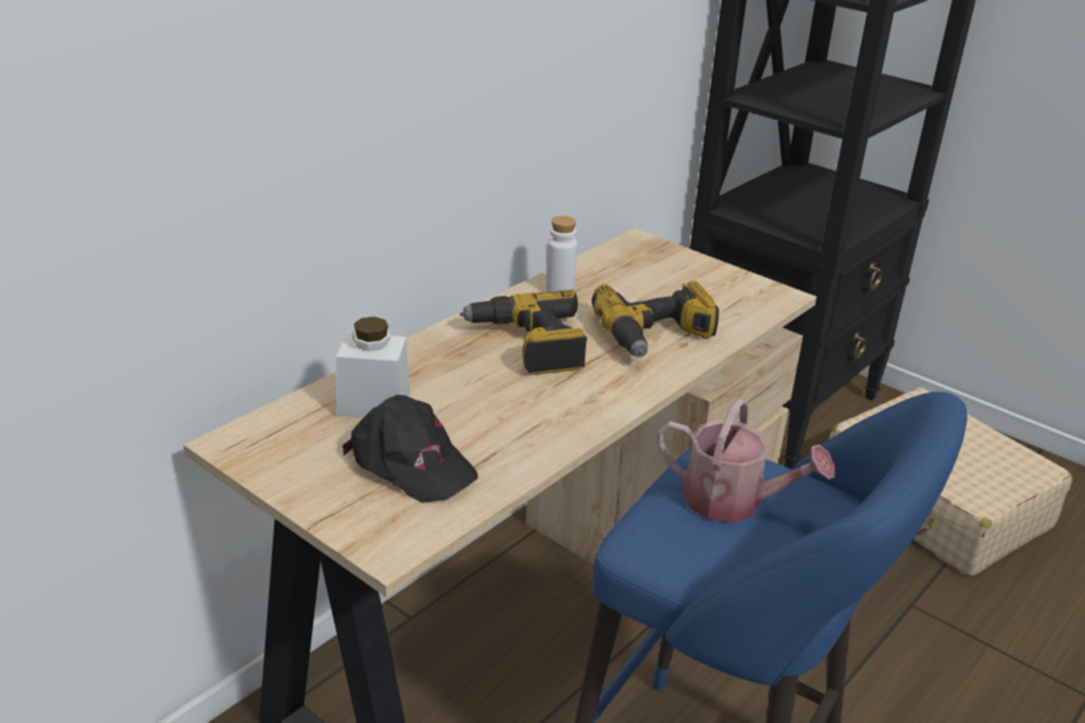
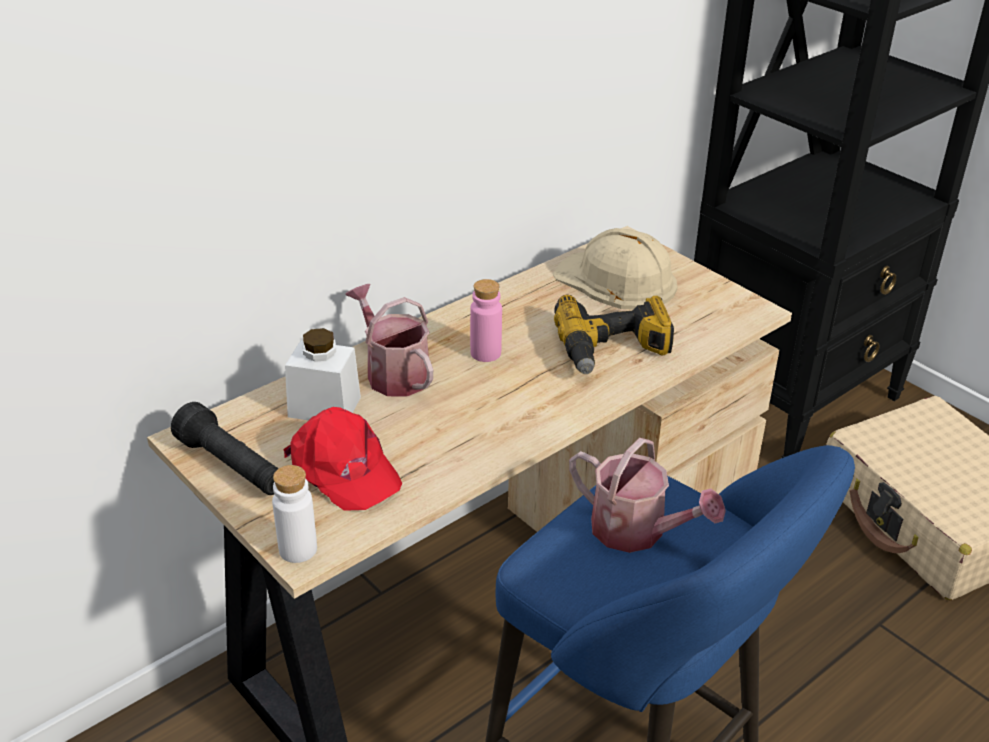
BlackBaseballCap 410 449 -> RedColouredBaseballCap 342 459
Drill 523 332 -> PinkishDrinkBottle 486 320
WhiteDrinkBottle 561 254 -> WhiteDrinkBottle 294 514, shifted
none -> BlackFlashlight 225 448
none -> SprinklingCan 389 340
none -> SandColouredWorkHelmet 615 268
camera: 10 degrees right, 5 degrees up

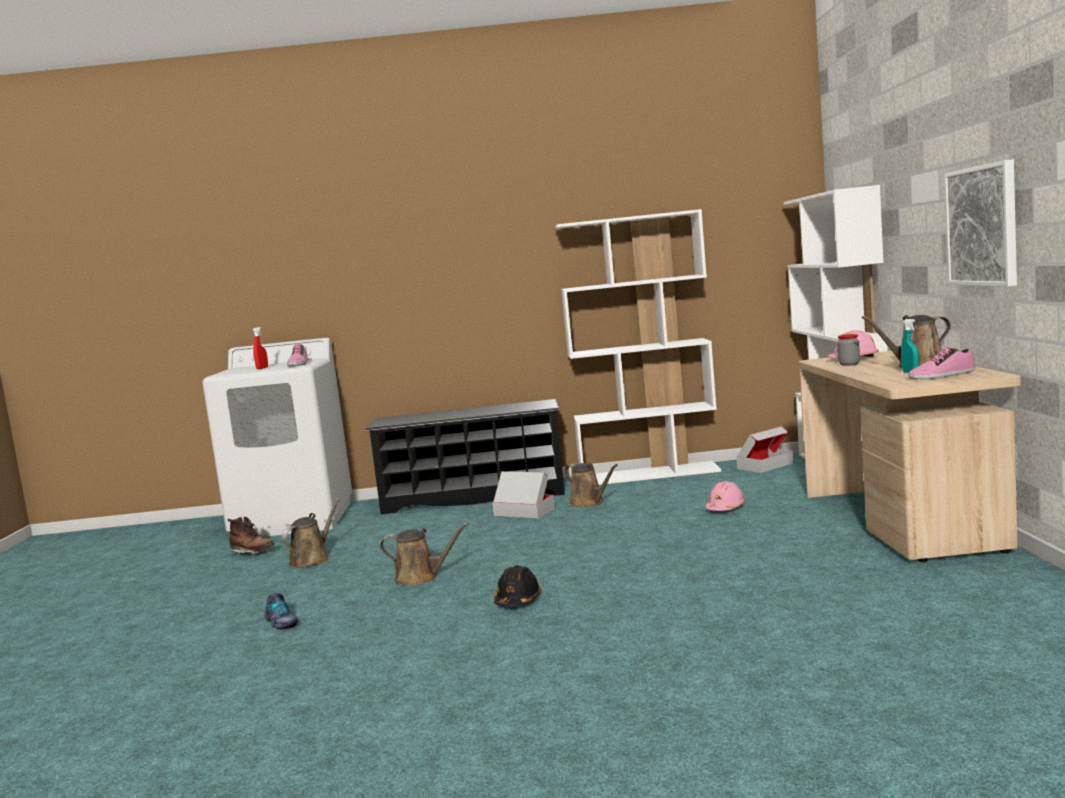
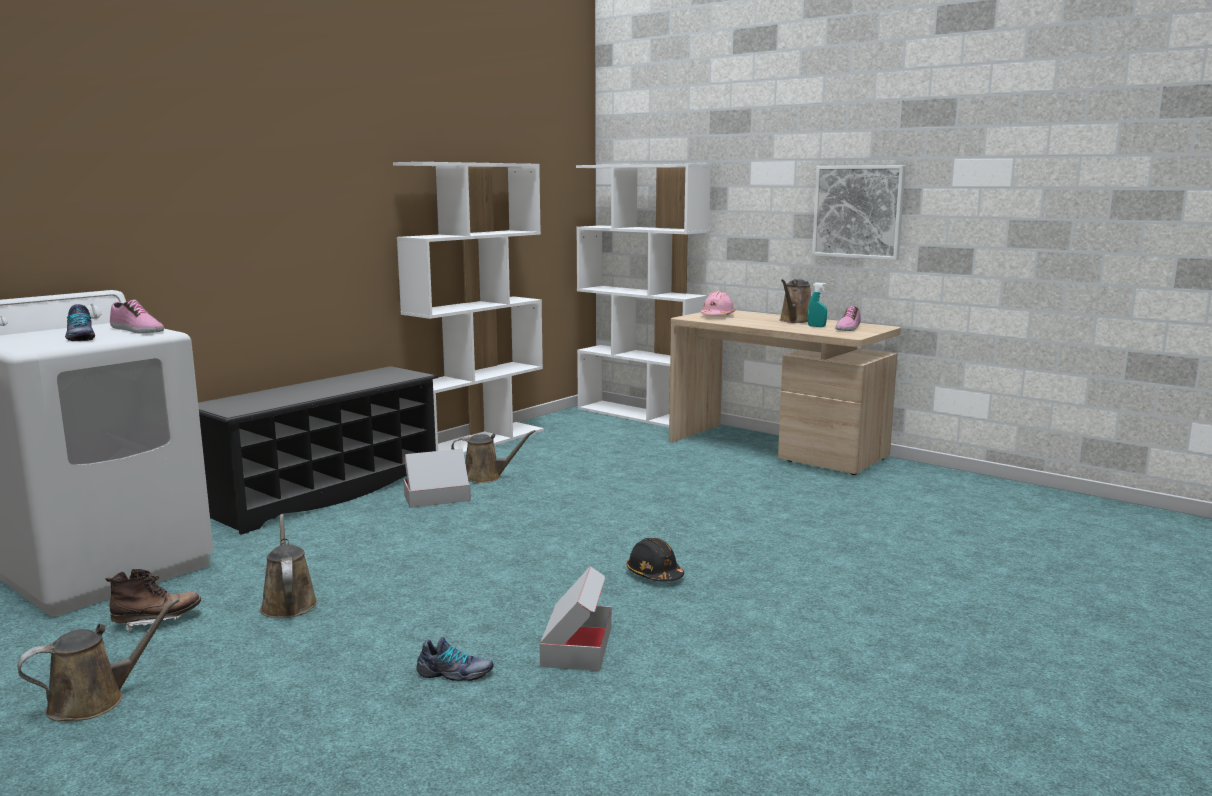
RedColouredSprayer 260 348 -> LowShoe 80 322
BrownishSprinklingCan 424 554 -> BrownishSprinklingCan 98 659, shifted
PinkishWorkHelmet 725 496 -> none
PackingBox 764 449 -> PackingBox 575 618, shifted
PreserveJar 848 350 -> none
camera: 50 degrees left, 5 degrees up

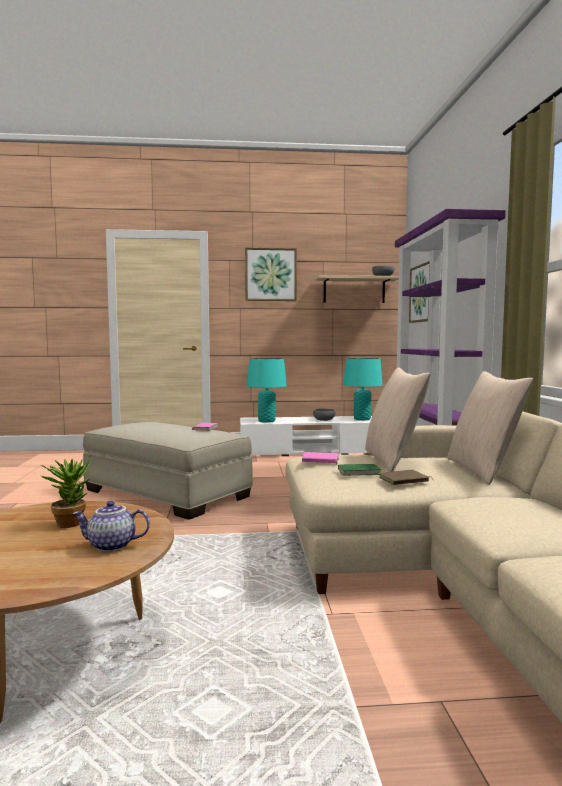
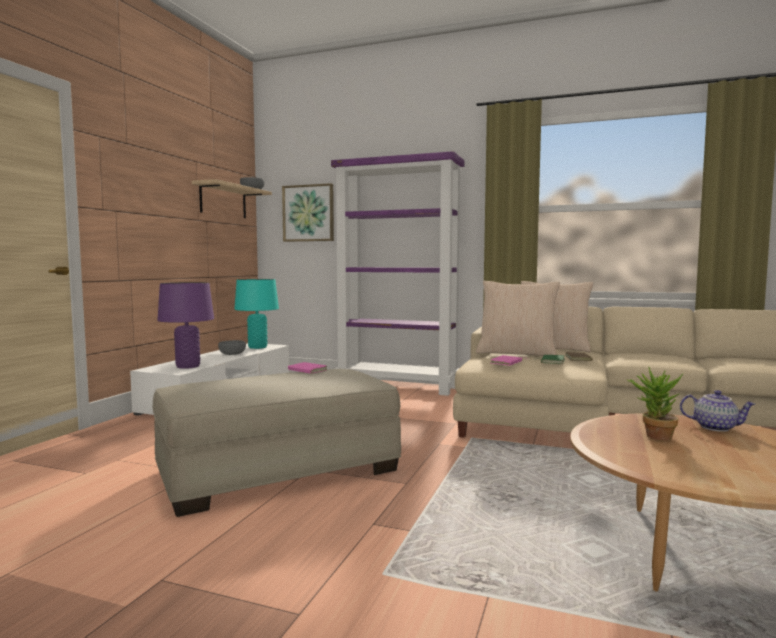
PotForTea 111 526 -> PotForTea 717 411, 90 degrees counterclockwise
WallPicture 271 274 -> none
BlueGreenLampForATable 267 390 -> PurpleLampForATable 185 325
camera: 65 degrees left, 0 degrees up

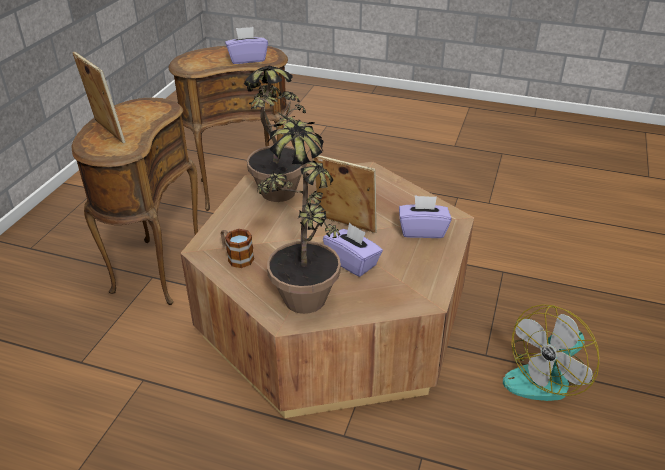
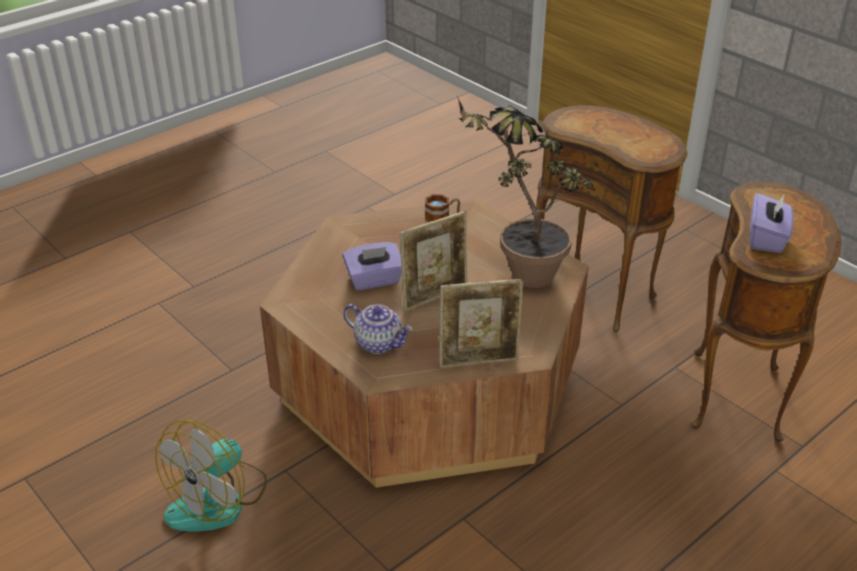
StandingFrame 99 97 -> StandingFrame 481 323, shifted
Houseplant 299 206 -> none
PurpleBoxOfTissues 425 216 -> PotForTea 378 329
CoolingFan 551 352 -> CoolingFan 211 476, 135 degrees counterclockwise
camera: 120 degrees right, 0 degrees up

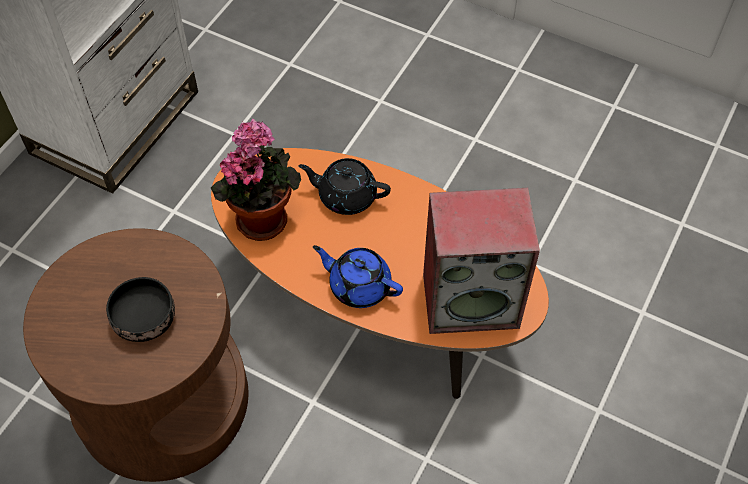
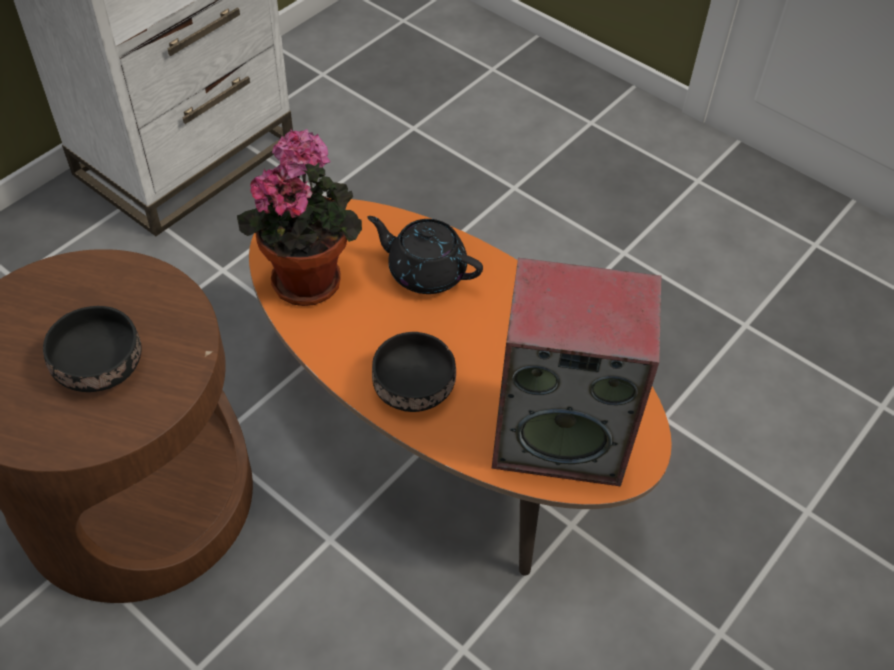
BluishPotForTea 358 276 -> BlackServingBowl 414 372
camera: 10 degrees right, 5 degrees down

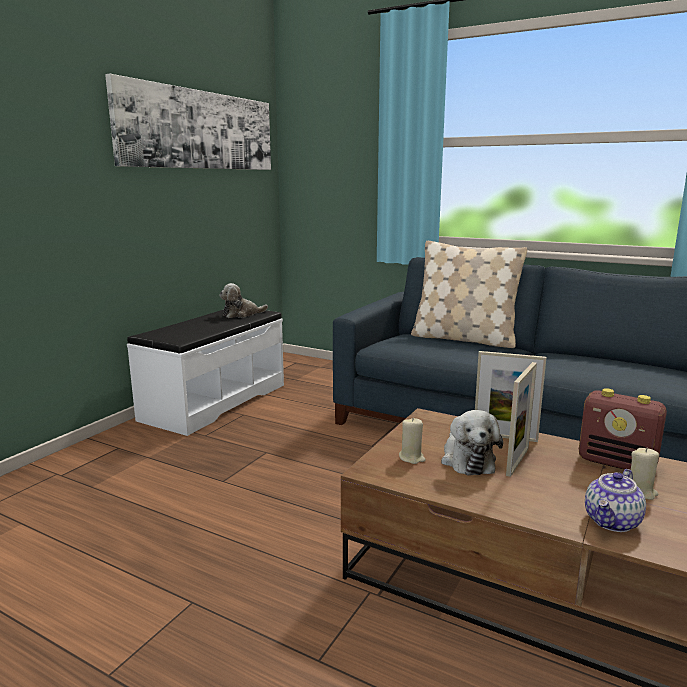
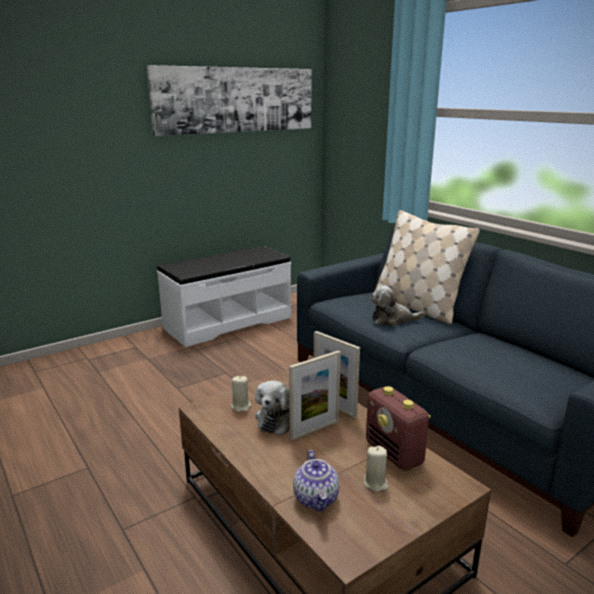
PlushToy 243 300 -> PlushToy 397 306, shifted
PotForTea 615 500 -> PotForTea 316 481, 75 degrees counterclockwise
camera: 25 degrees right, 5 degrees up

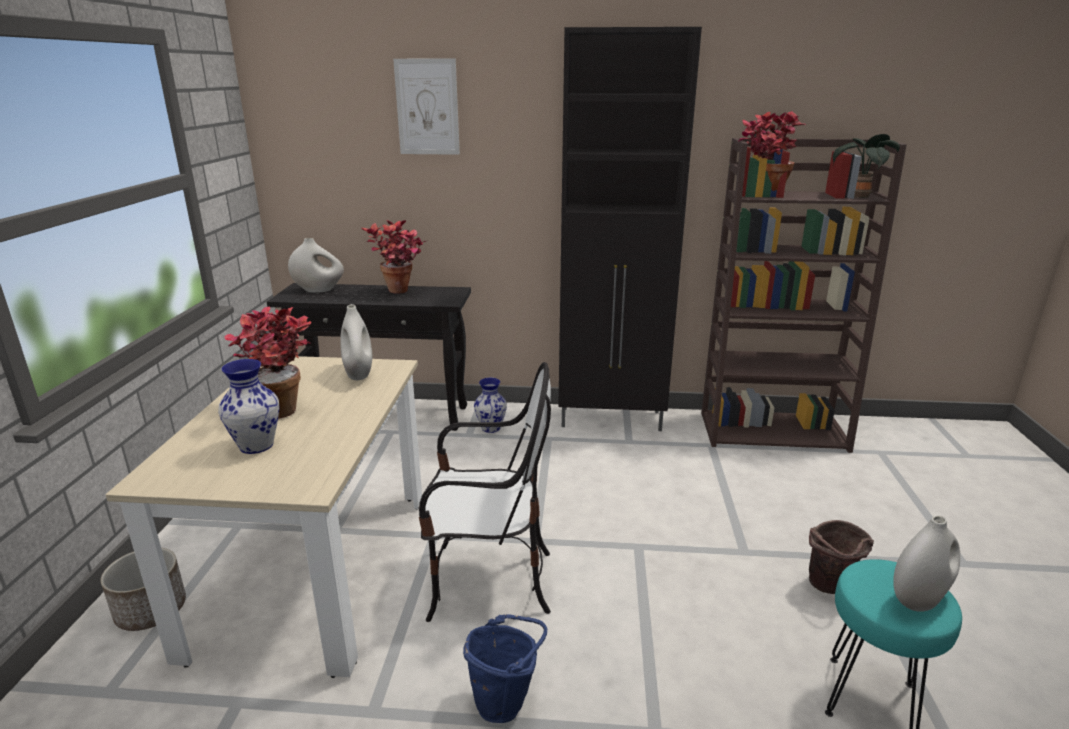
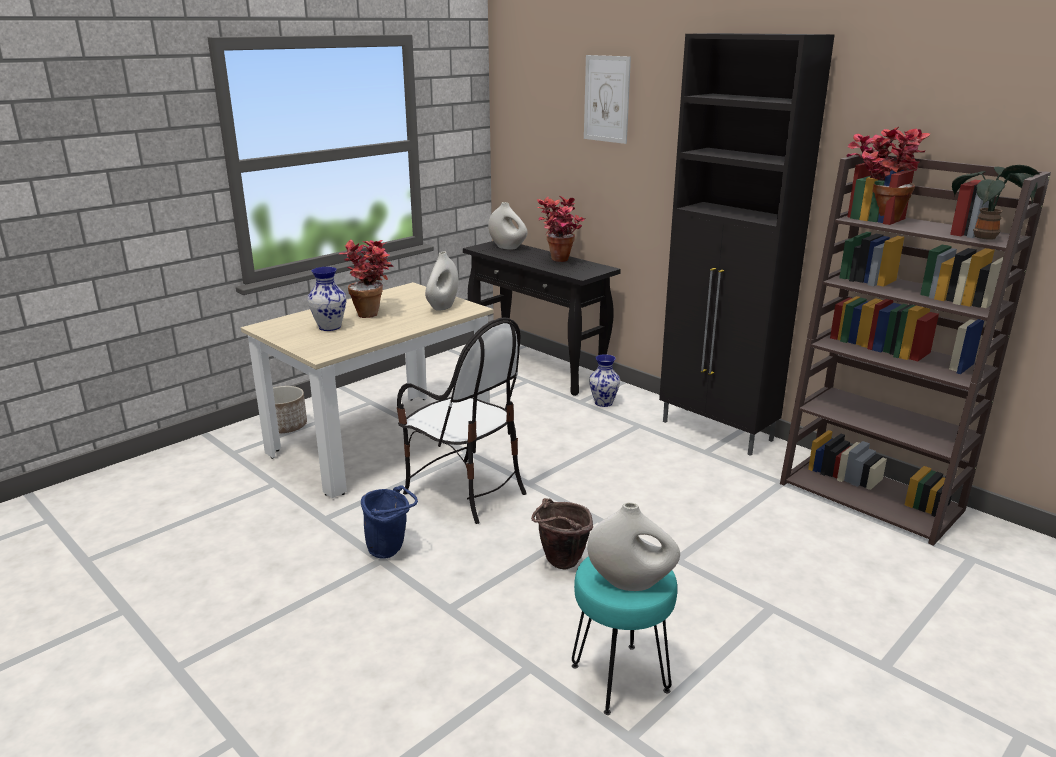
BrownishBucket 841 557 -> BrownishBucket 562 534, shifted
camera: 40 degrees right, 0 degrees up

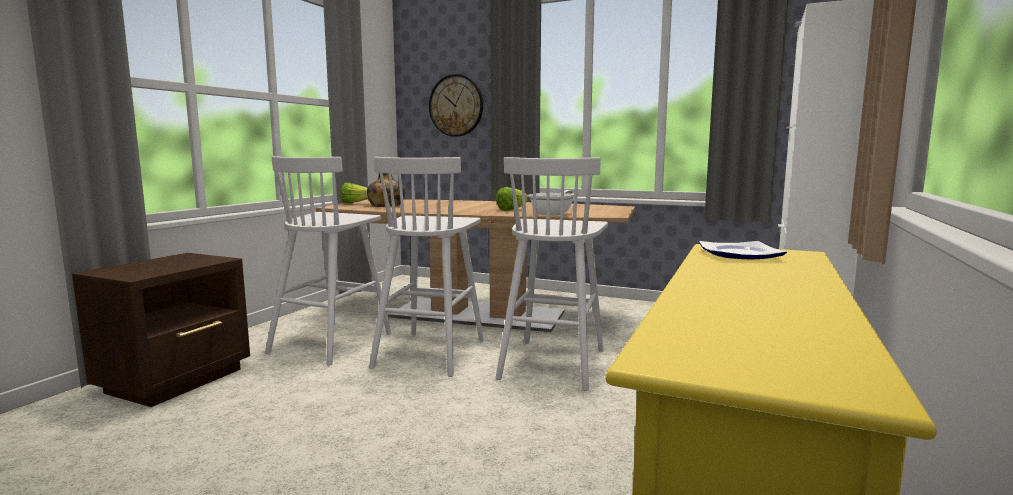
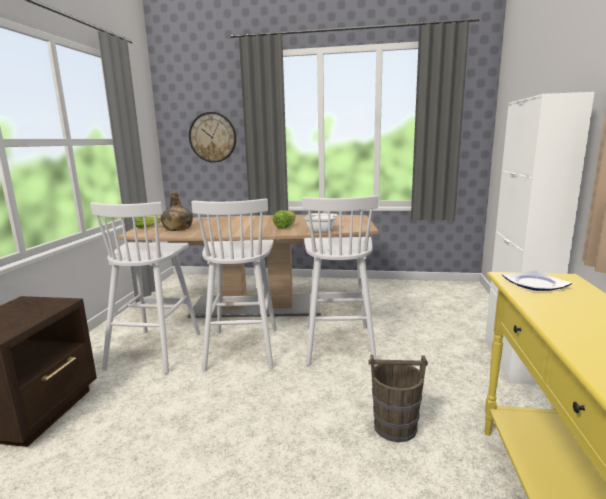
none -> BrownishBucket 398 398
camera: 15 degrees left, 5 degrees up

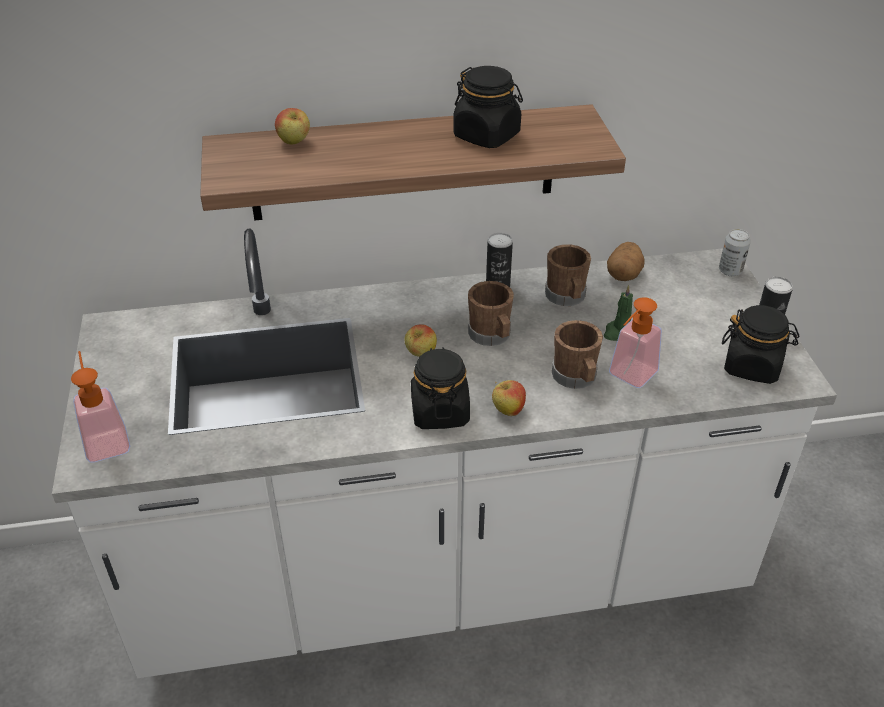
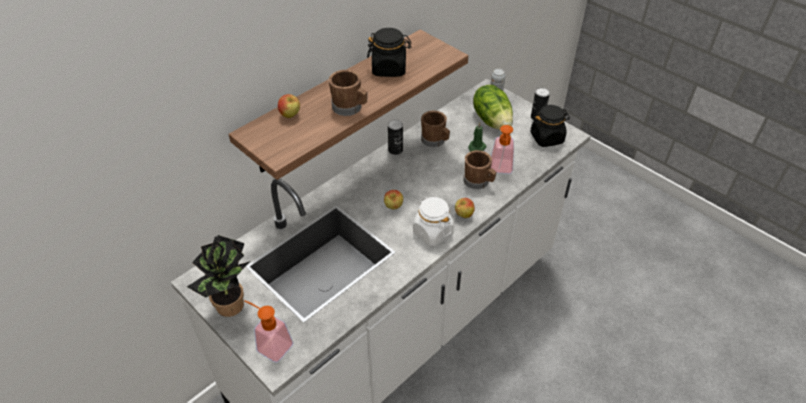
BlackPreserveJar 440 388 -> WhitePreserveJar 433 221
BrownishTeaMug 491 313 -> BrownishTeaMug 348 93, shifted
WholePotato 626 261 -> none
none -> Houseplant 218 276
none -> LettuceHead 493 107
camera: 35 degrees left, 5 degrees up

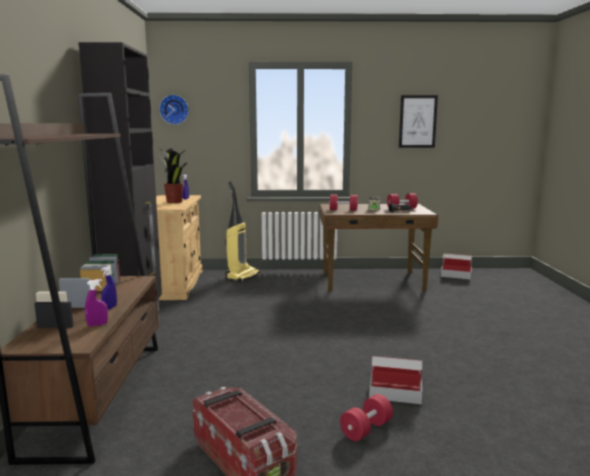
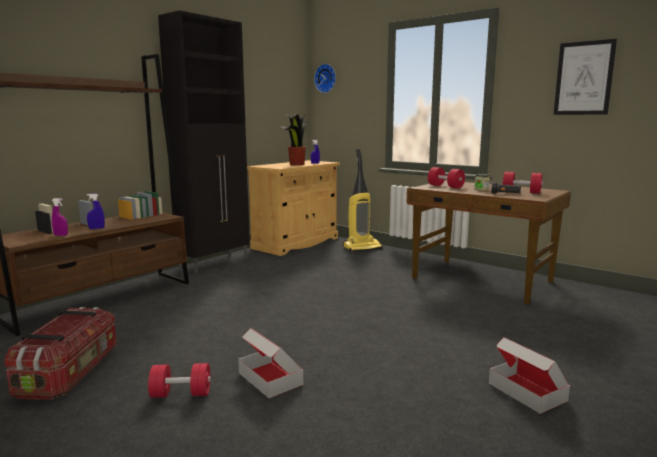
PackingBox 456 266 -> PackingBox 529 375, shifted
camera: 40 degrees right, 0 degrees up

